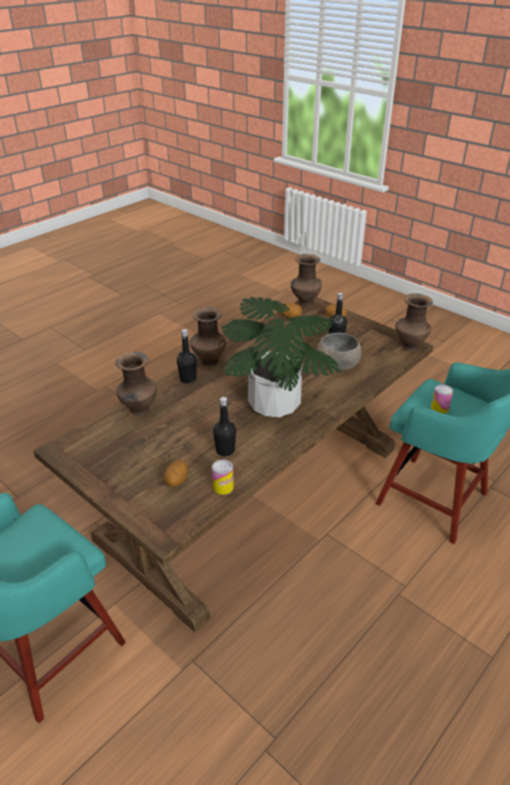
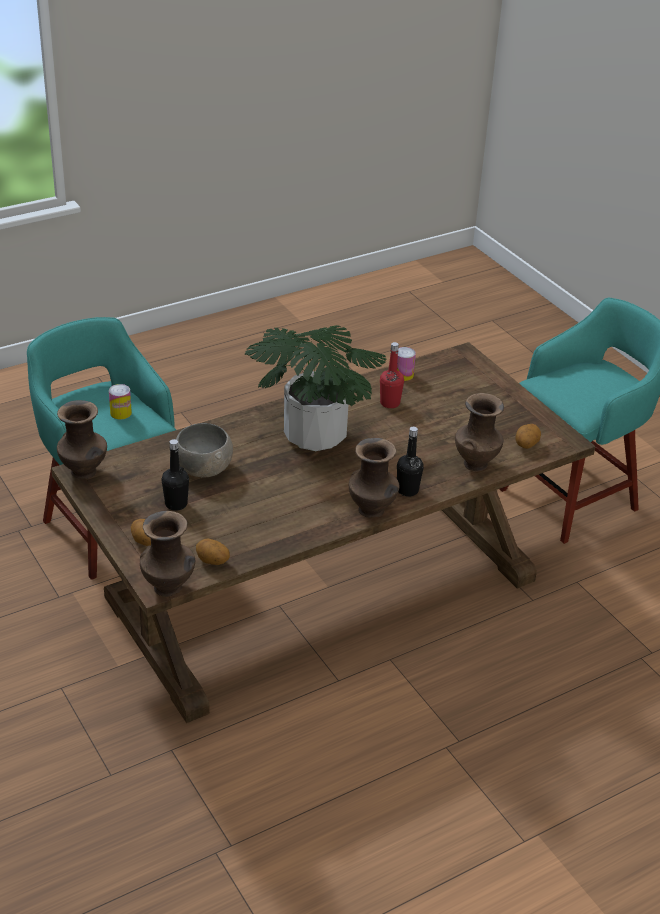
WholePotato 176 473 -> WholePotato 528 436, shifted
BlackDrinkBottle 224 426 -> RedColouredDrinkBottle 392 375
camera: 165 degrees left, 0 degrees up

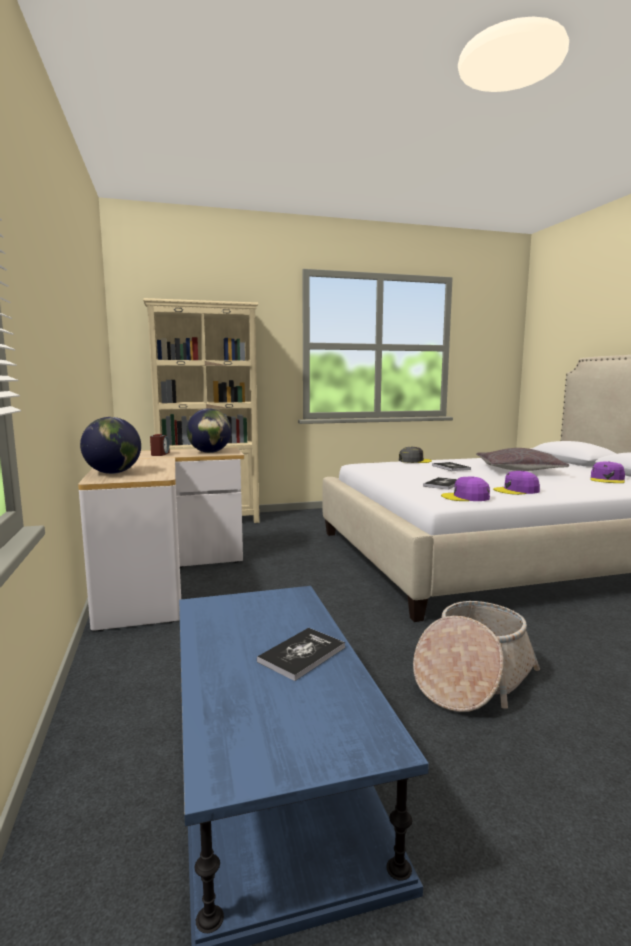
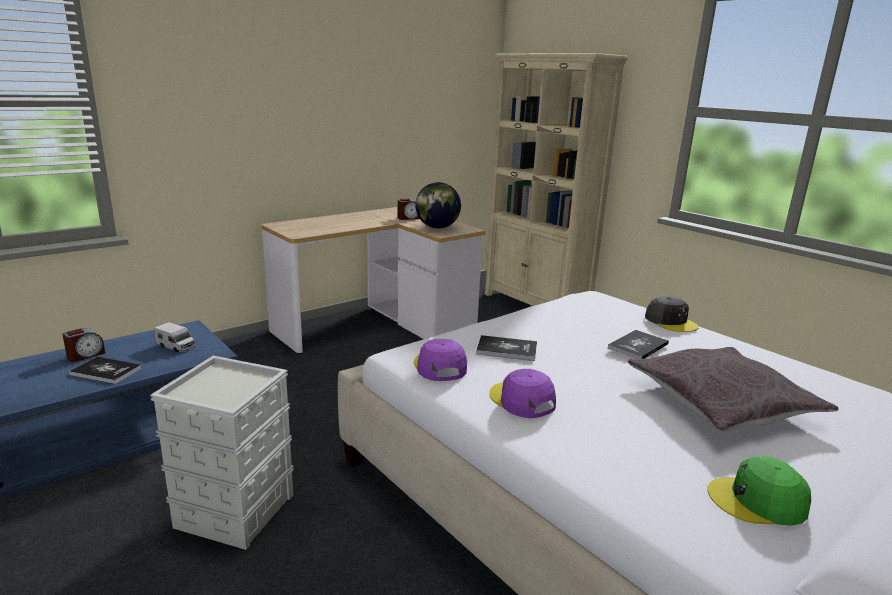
Globe 110 445 -> none
StorageBasket 476 656 -> GrayStorageBox 222 453
PurpleBaseballCap 607 472 -> GreenishBaseballCap 759 491
none -> BedsideClock 83 345
none -> ModelTruck 175 337
camera: 65 degrees right, 10 degrees up

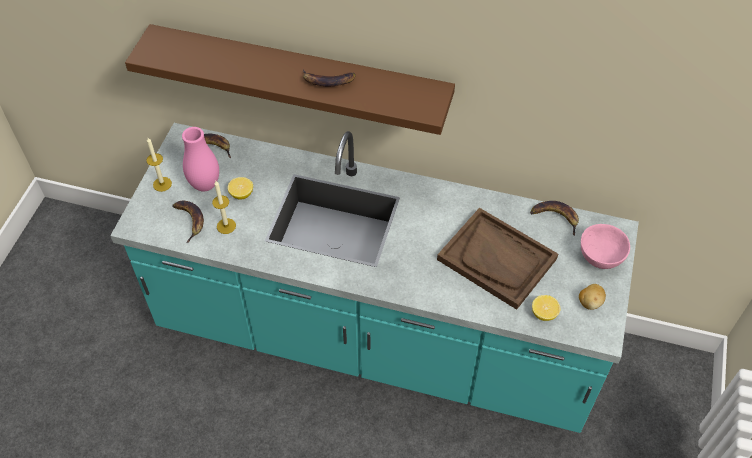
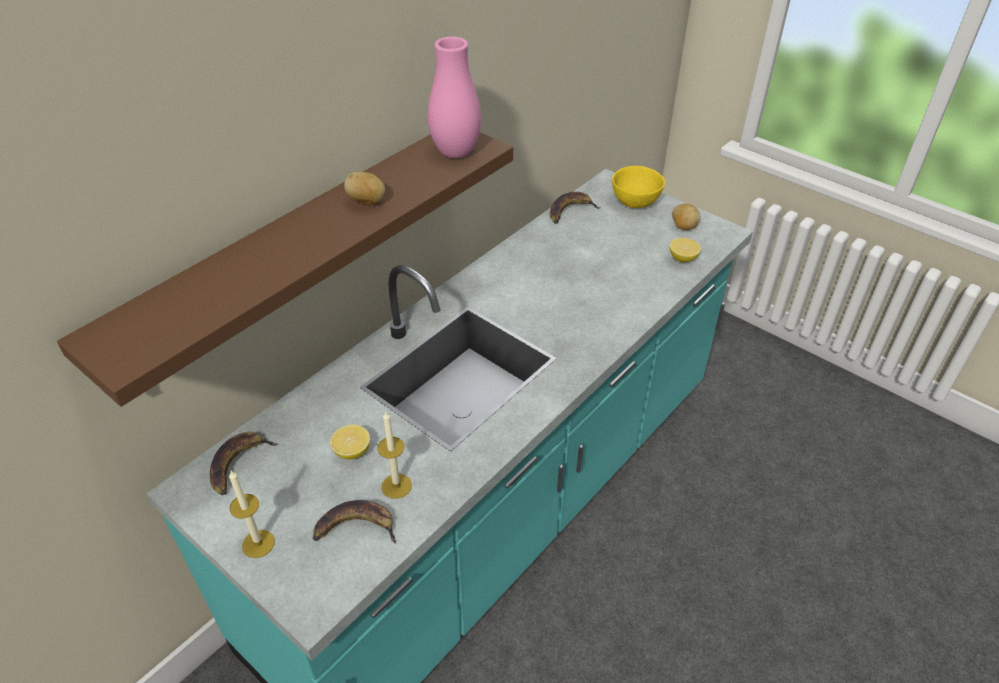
PinkishFlowerVase 200 159 -> PinkishFlowerVase 454 97, shifted
BananaFruit 329 78 -> WholePotato 364 188
BrownishCarryingTray 497 259 -> none
PinkishServingBowl 605 246 -> YellowColouredServingBowl 638 187
camera: 65 degrees left, 10 degrees down

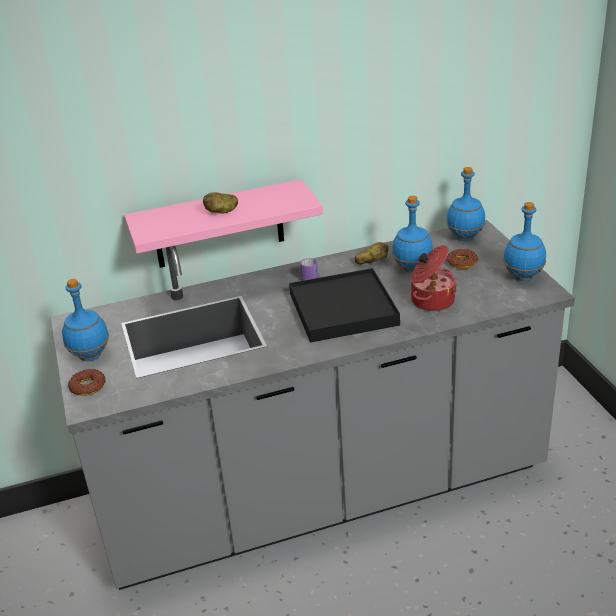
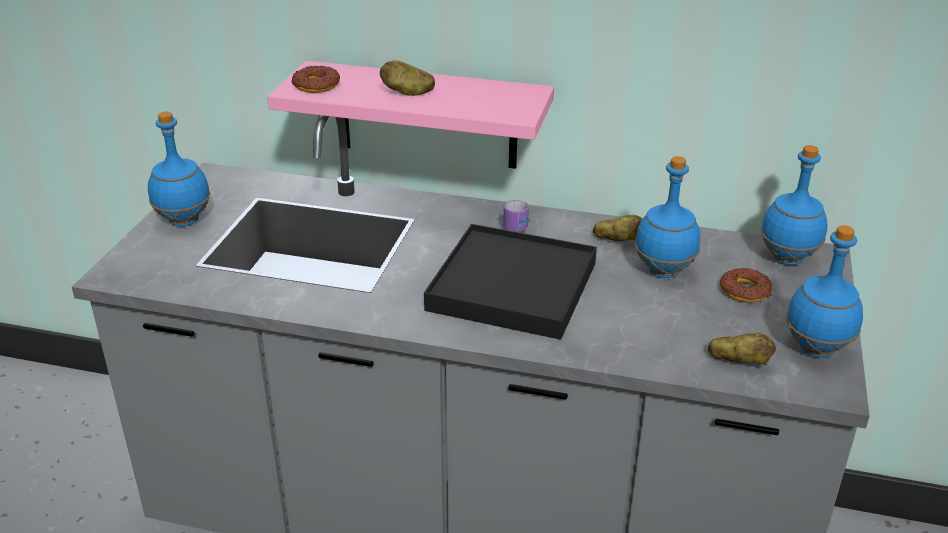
RingDoughnut 87 382 -> RingDoughnut 315 79, shifted
Saucepot 434 278 -> none
none -> WholePotato 742 349
camera: 30 degrees right, 0 degrees up

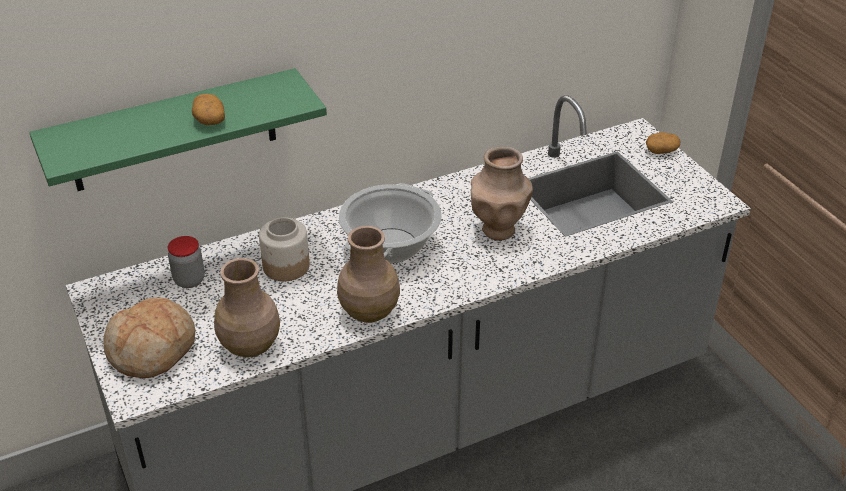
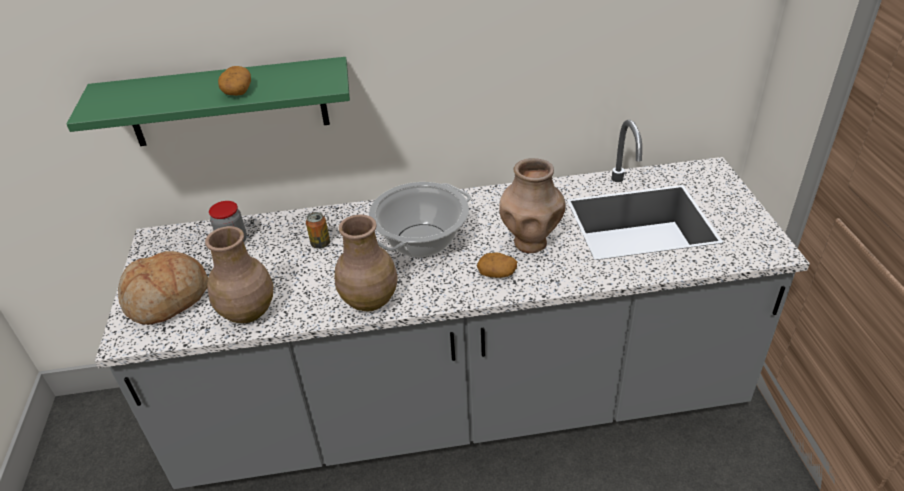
PreserveJar 284 249 -> Can 318 230
WholePotato 663 143 -> WholePotato 497 265, shifted
camera: 20 degrees right, 0 degrees up

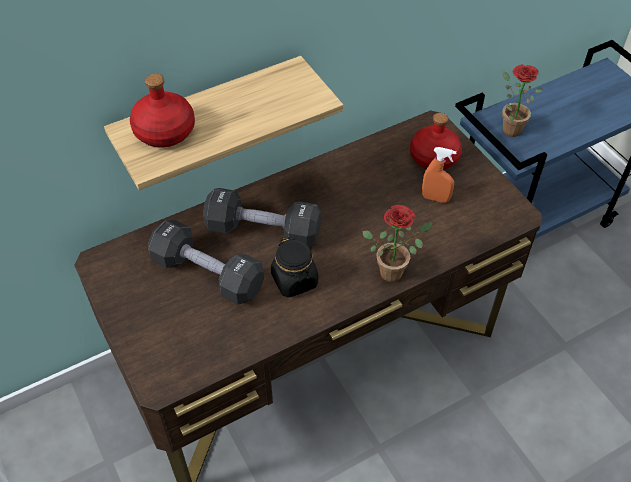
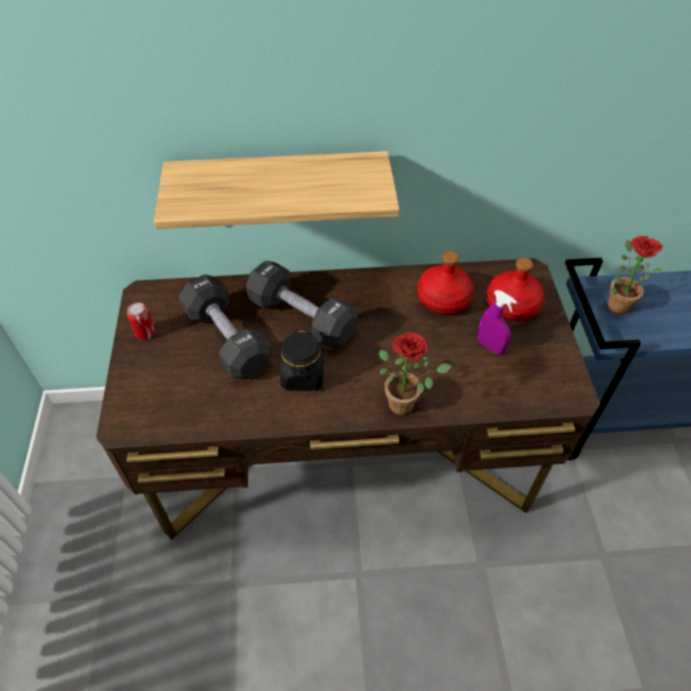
RedColouredDrinkBottle 162 110 -> RedColouredDrinkBottle 445 283, shifted
OrangeySprayer 439 175 -> PurpleSprayer 497 322
none -> Can 141 321
camera: 25 degrees right, 0 degrees up

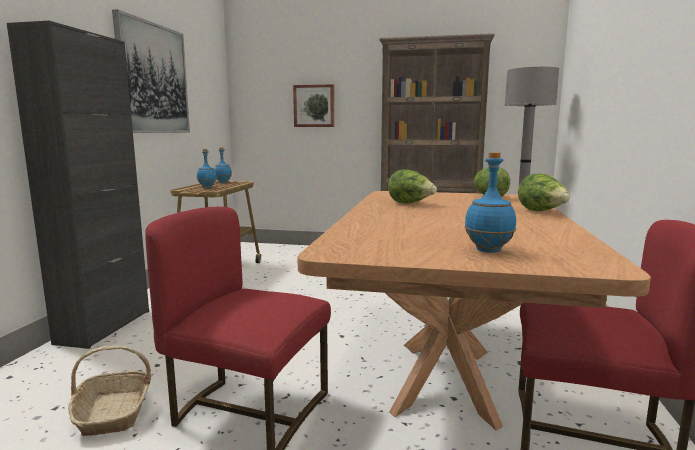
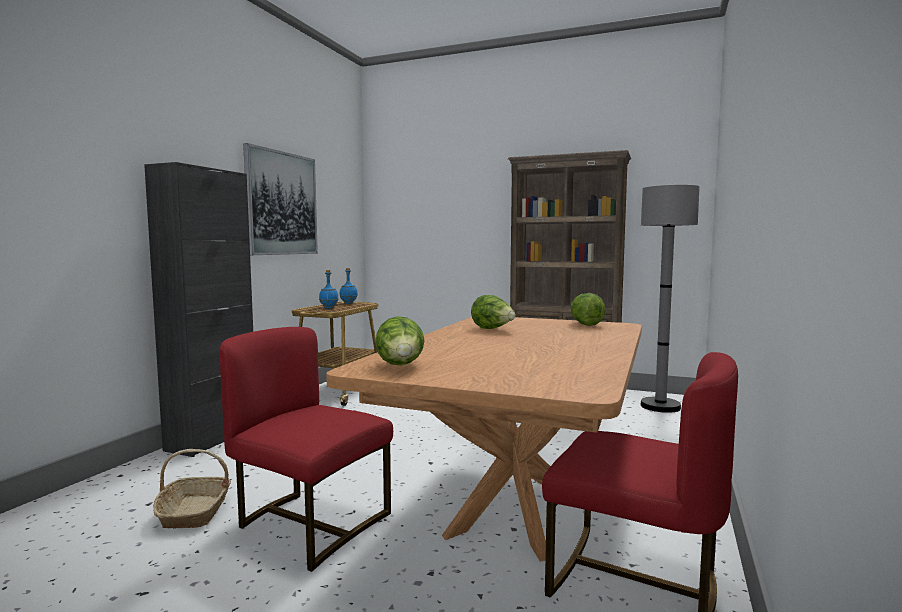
WallPicture 313 105 -> none
BluishDrinkBottle 490 202 -> none
LettuceHead 544 192 -> LettuceHead 400 340, shifted
camera: 10 degrees right, 5 degrees down

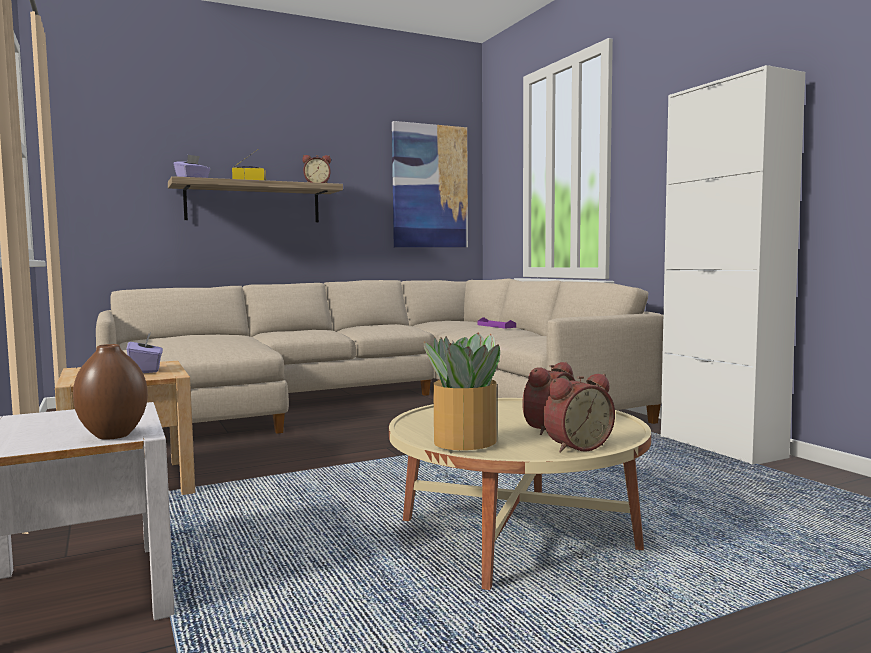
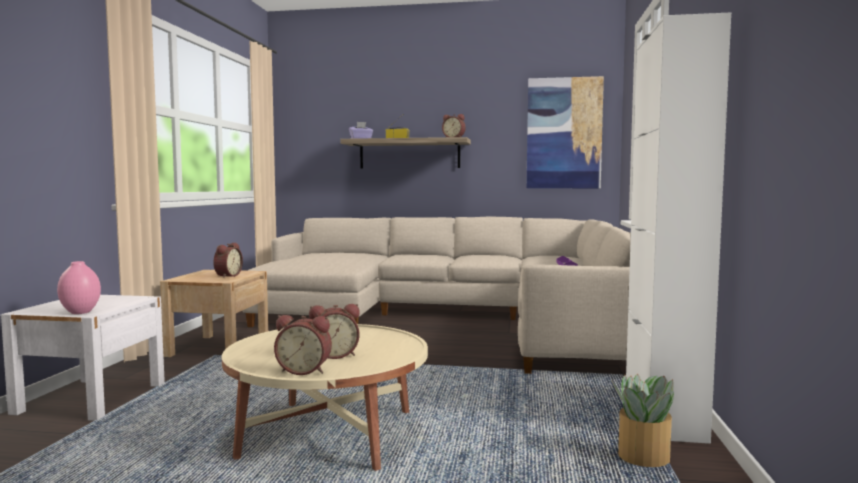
BrownishFlowerVase 110 392 -> PinkishFlowerVase 79 287
PurpleBoxOfTissues 145 353 -> BedsideClock 228 260
Houseplant 462 391 -> Houseplant 642 420, shifted
camera: 35 degrees right, 0 degrees up

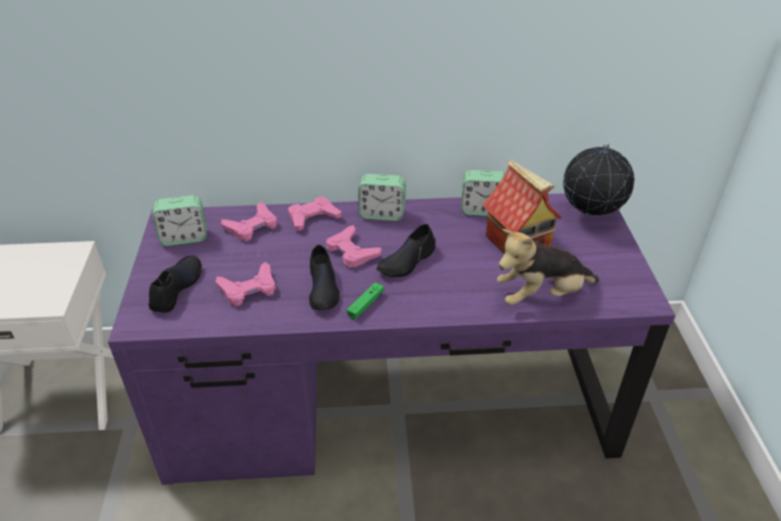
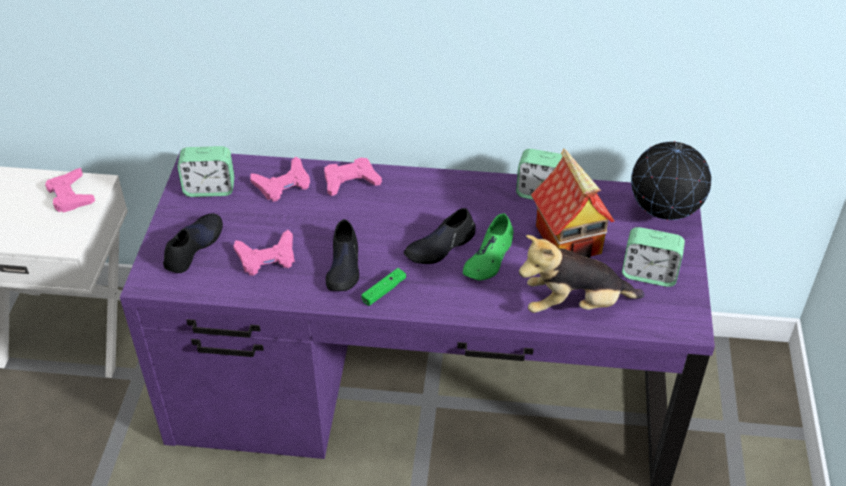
PinkishGamepad 354 246 -> PinkishGamepad 70 190, shifted
BedsideClock 381 197 -> BedsideClock 653 257, shifted
none -> GreenishLowShoe 488 246
camera: 10 degrees right, 5 degrees up

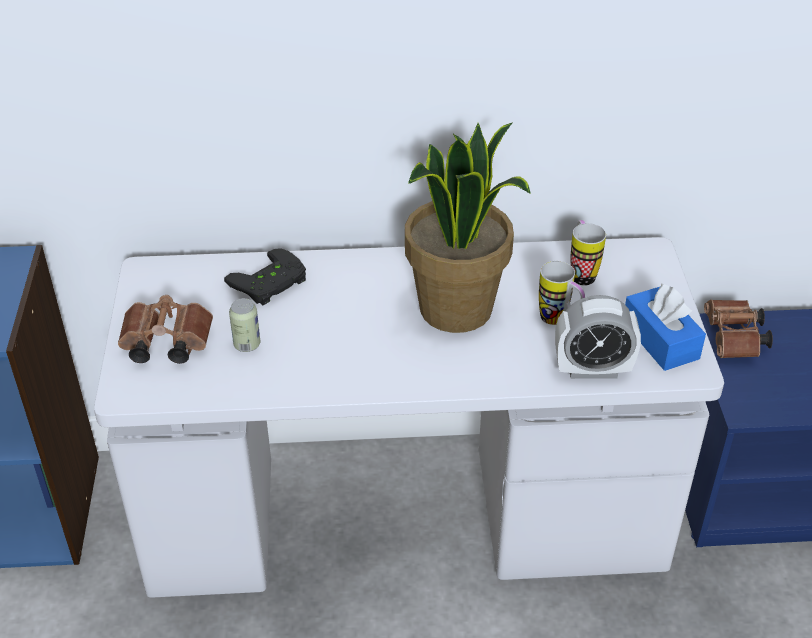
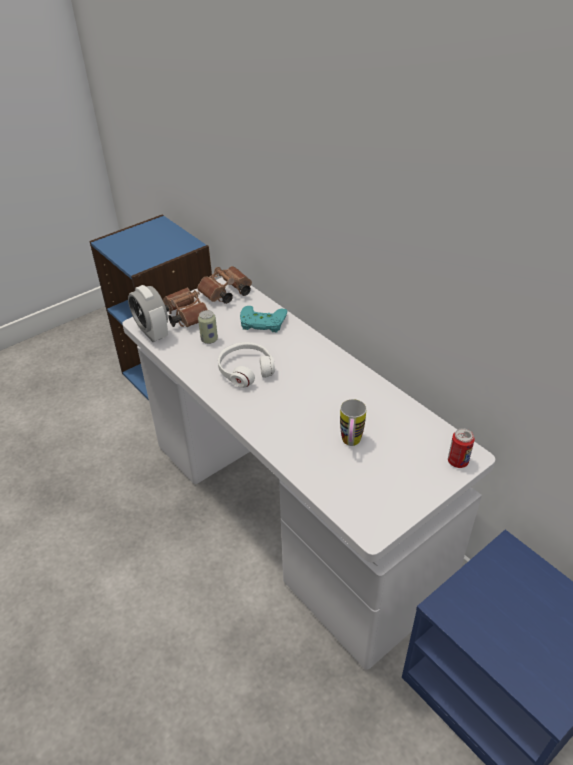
BlackGamepad 265 277 -> BlueGreenGamepad 263 319
Houseplant 468 227 -> none
BedsideClock 598 337 -> BedsideClock 148 313, shifted
TeaMug 588 253 -> none
BluishBoxOfTissues 665 327 -> none
BrownishBinoculars 738 329 -> BrownishBinoculars 224 285, shifted
none -> WhiteHeadphones 246 365
none -> Can 461 448
camera: 55 degrees right, 0 degrees up

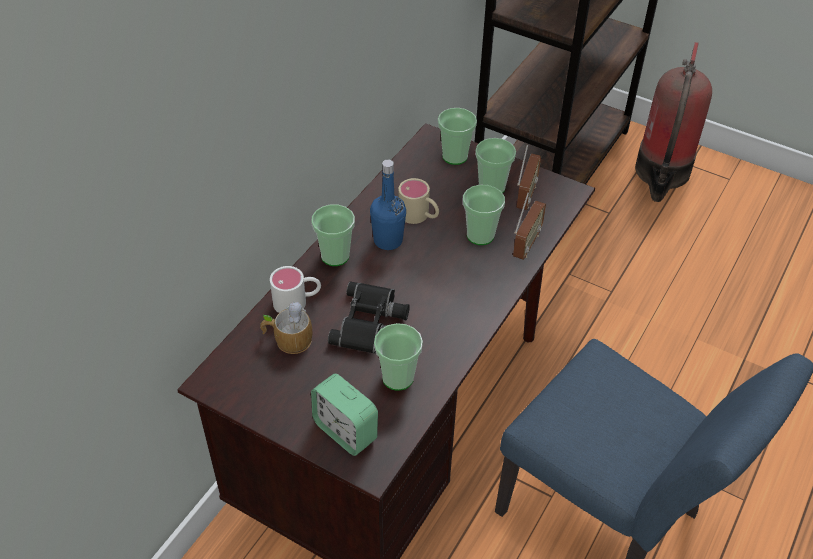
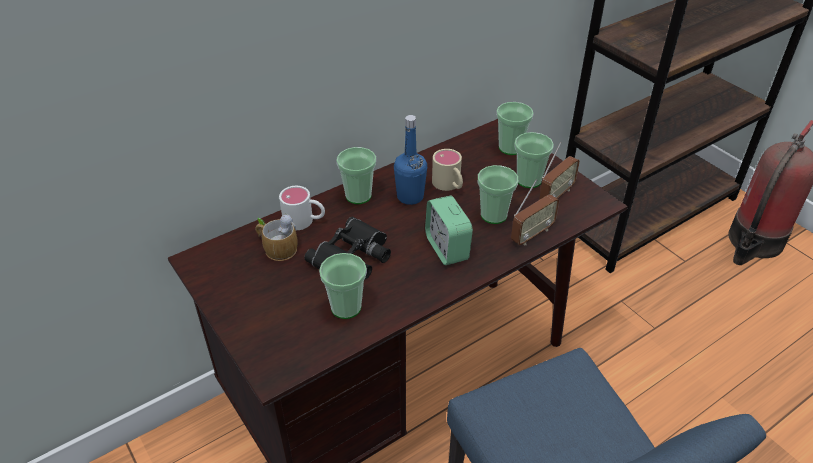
BedsideClock 344 415 -> BedsideClock 449 230, shifted
camera: 25 degrees right, 5 degrees down

